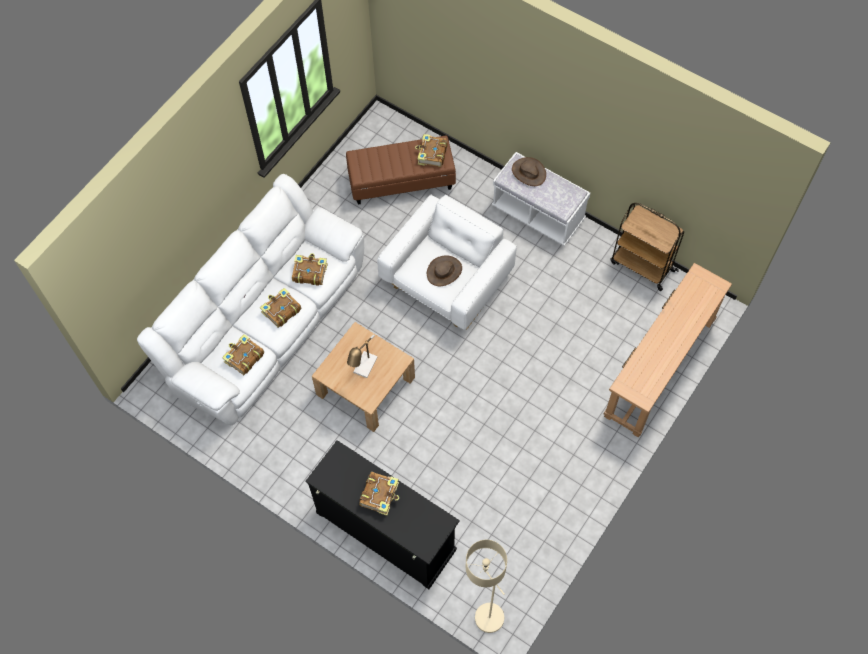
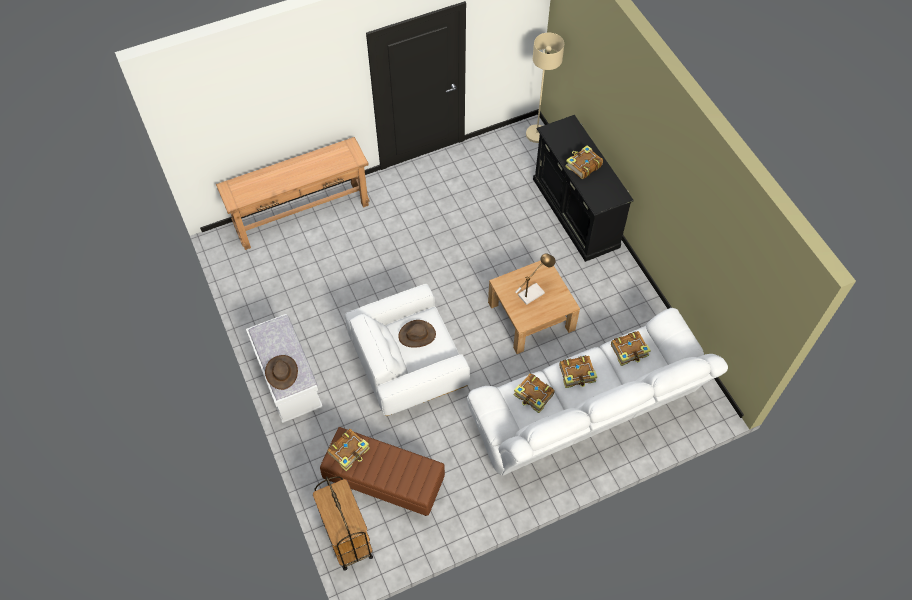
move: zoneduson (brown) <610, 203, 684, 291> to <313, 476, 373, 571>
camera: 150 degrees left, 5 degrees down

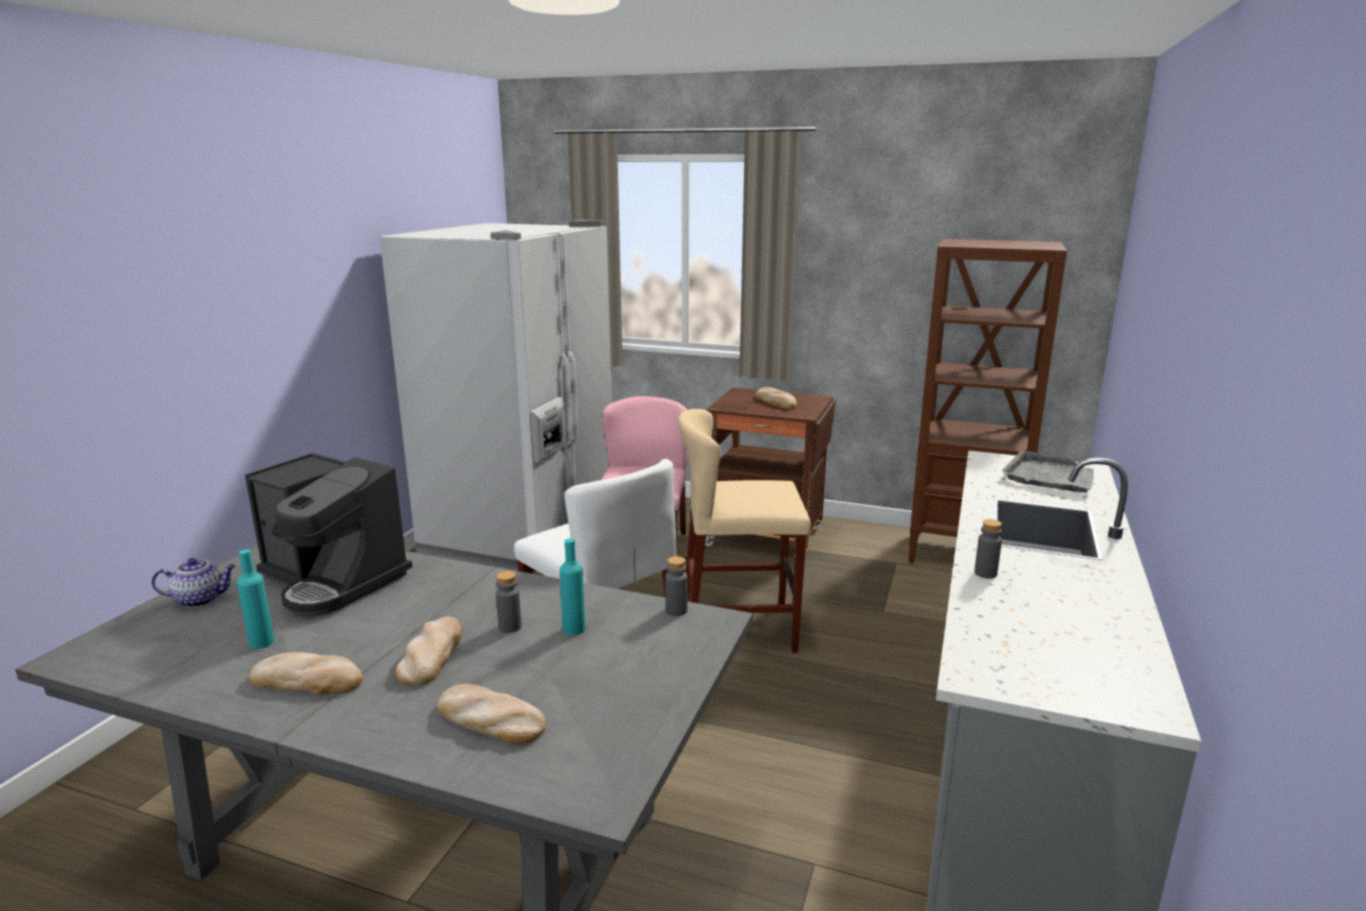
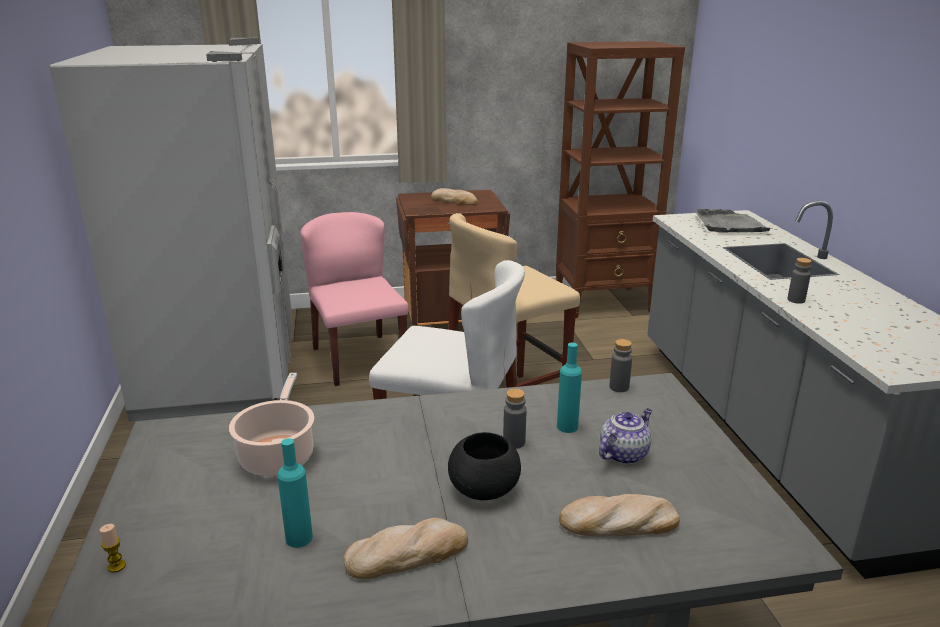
insert: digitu <100, 524, 126, 573>
move: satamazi <152, 558, 236, 607> to <599, 408, 652, 465>
replace: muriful <245, 453, 412, 617> to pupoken <229, 373, 314, 476>; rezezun <396, 616, 462, 686> to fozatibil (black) <448, 432, 521, 500>
camera: 30 degrees left, 5 degrees up

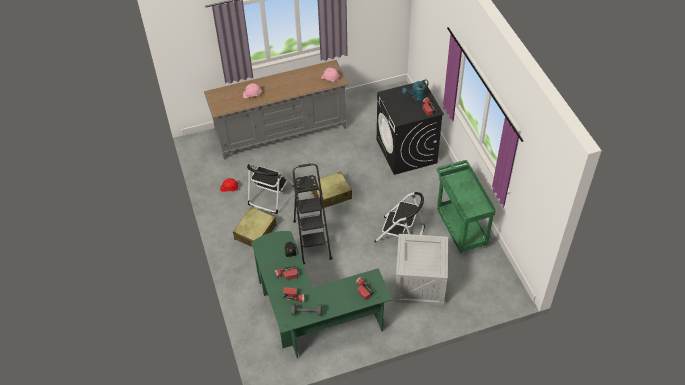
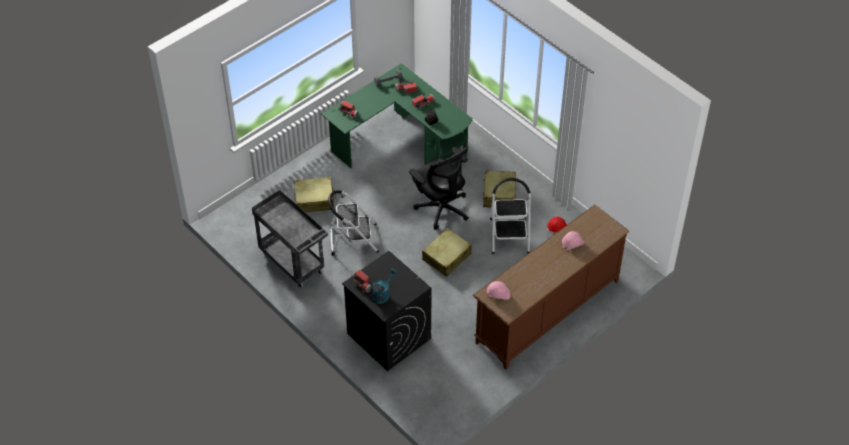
replace: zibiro <293, 163, 333, 265> to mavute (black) <409, 147, 469, 230>; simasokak <395, 234, 448, 305> to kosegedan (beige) <294, 177, 336, 212>
recolor: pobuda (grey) <204, 60, 349, 160> to pobuda (brown) <473, 205, 630, 370>; zoneduson (green) <437, 160, 496, 254> to zoneduson (grey) <252, 190, 328, 288>
camera: 155 degrees right, 0 degrees up

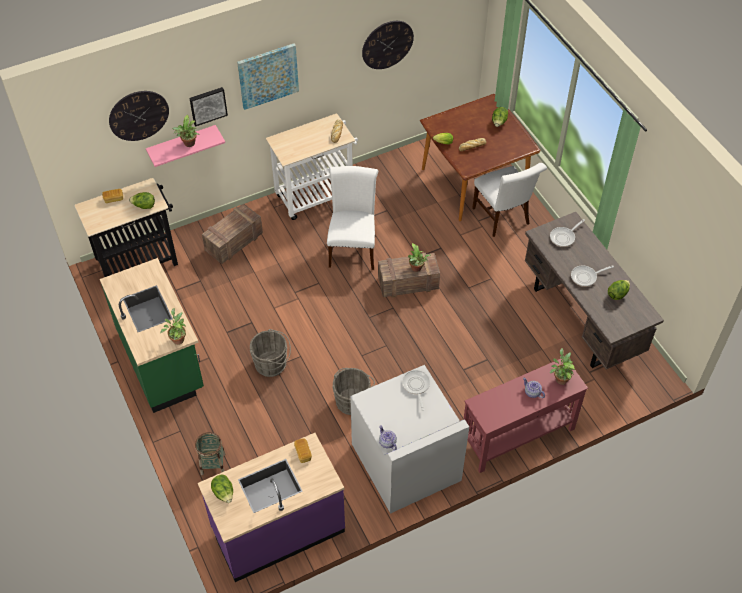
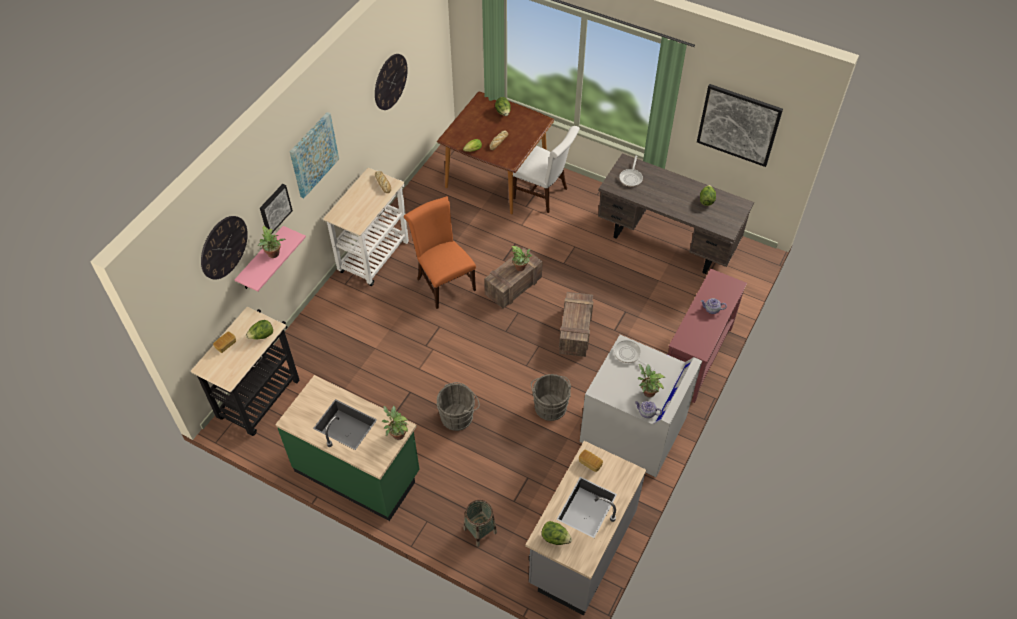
delete: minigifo <571, 265, 614, 287>
insert: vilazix <697, 84, 783, 167>
move: simasokak <202, 203, 263, 264> to <559, 292, 594, 357>; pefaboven <550, 348, 575, 385> to <638, 364, 665, 398>
recolor: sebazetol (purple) <198, 433, 345, 582> to sebazetol (grey) <525, 441, 646, 616>; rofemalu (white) <327, 166, 378, 270> to rofemalu (orange) <404, 196, 476, 309>
camera: 35 degrees left, 0 degrees up

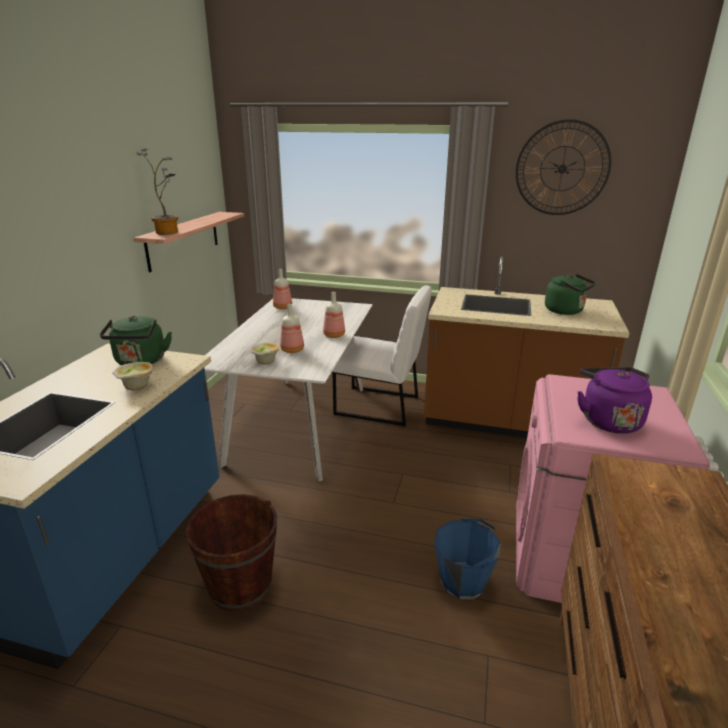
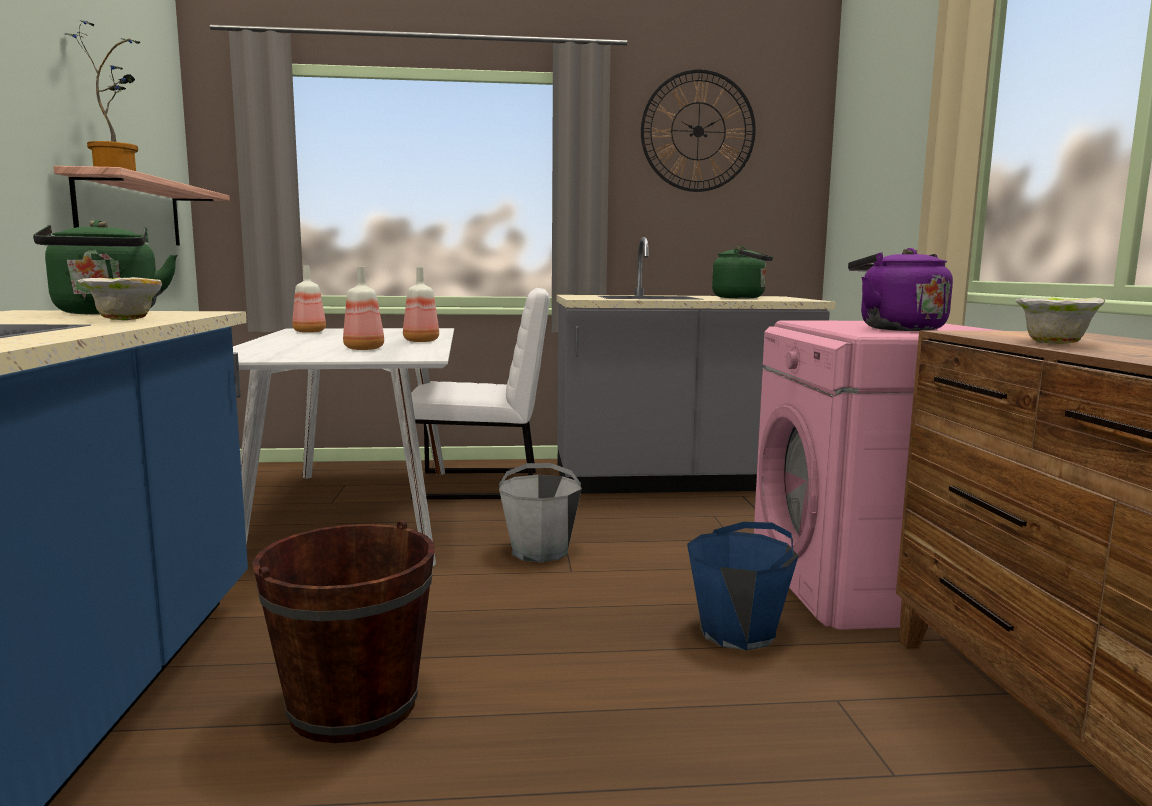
insert: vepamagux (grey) <499, 463, 582, 562>
move: fozatibil <251, 342, 279, 364> to <1015, 298, 1106, 344>
recolor: sebazetol (brown) <424, 256, 629, 438> to sebazetol (grey) <556, 237, 836, 494>
camera: 20 degrees left, 15 degrees down

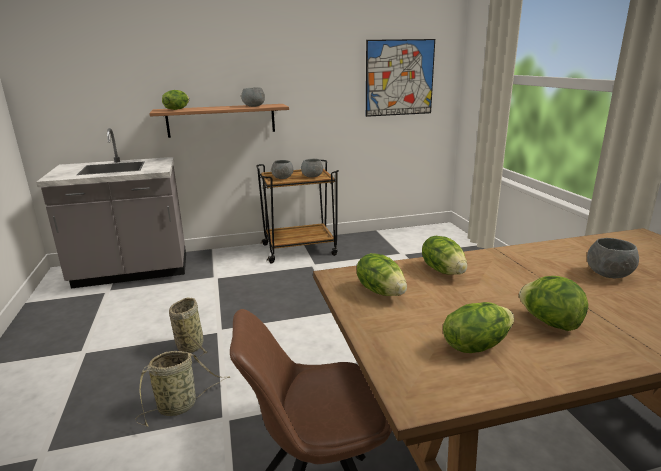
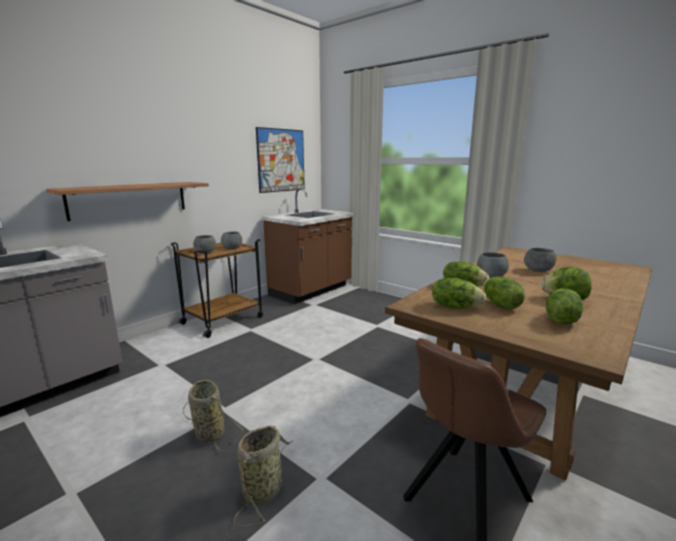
insert: sebazetol (brown) <263, 188, 353, 304>
move: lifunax <162, 90, 189, 110> to <483, 276, 525, 309>; fozatibil (grey) <241, 88, 265, 107> to <477, 252, 509, 278>
camera: 35 degrees left, 5 degrees down

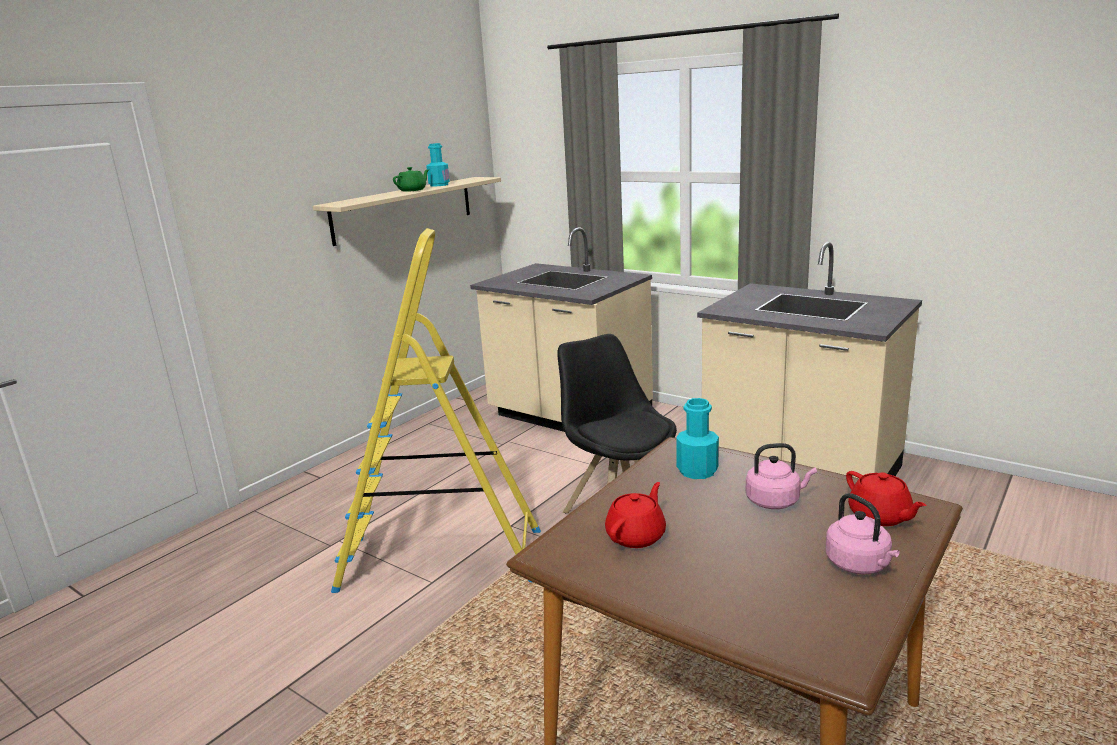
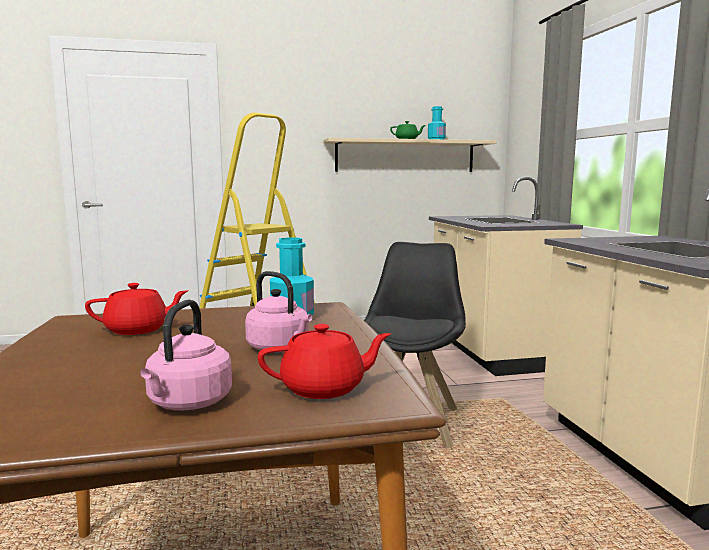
rotate: satamazi (red) <846, 471, 926, 526> = <257, 324, 391, 399> 120 degrees counterclockwise
camera: 40 degrees right, 10 degrees down

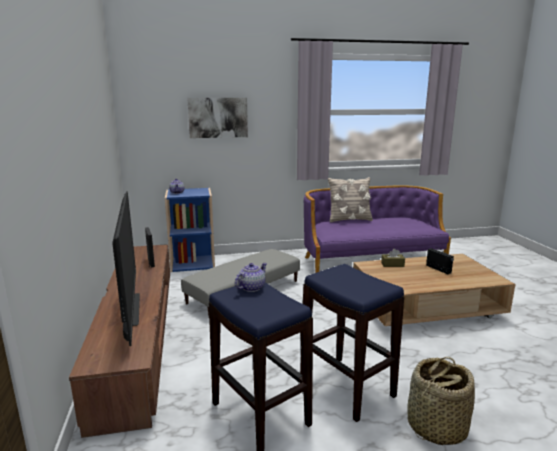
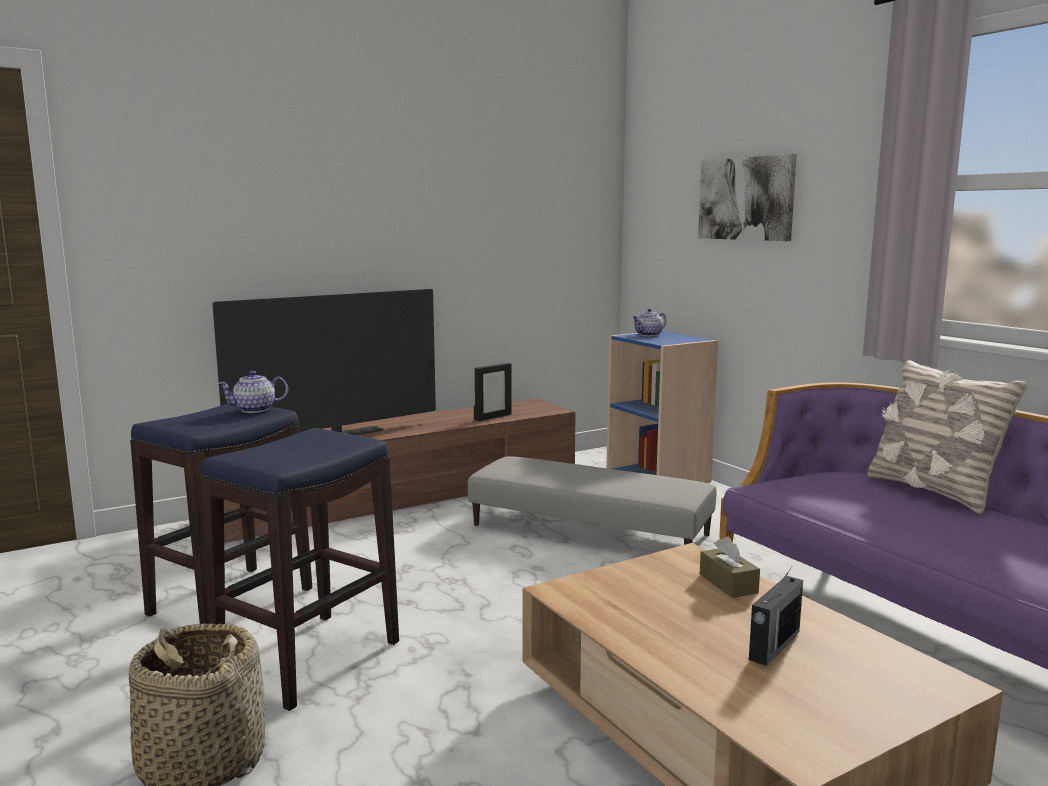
rotate: satamazi <235, 263, 267, 292> = <217, 371, 288, 413> 135 degrees clockwise
camera: 70 degrees right, 5 degrees down

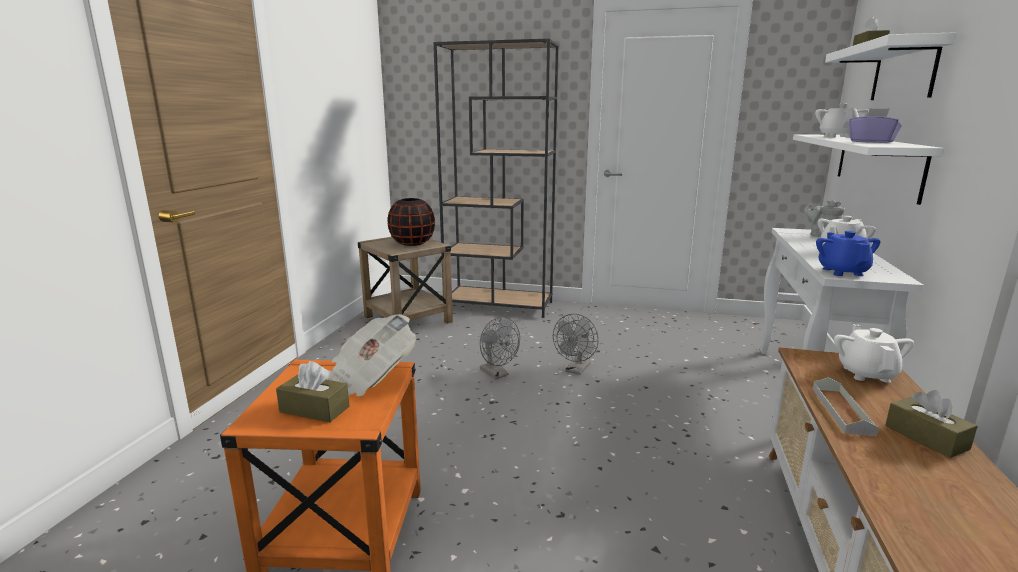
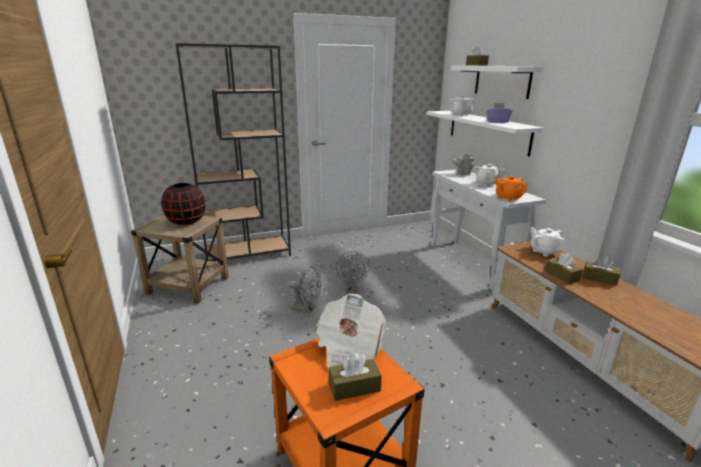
replace: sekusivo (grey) <813, 377, 879, 436> to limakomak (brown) <545, 253, 583, 284>
recolor: satamazi (blue) <816, 231, 881, 276> to satamazi (orange) <495, 176, 527, 201>
camera: 35 degrees left, 5 degrees up

